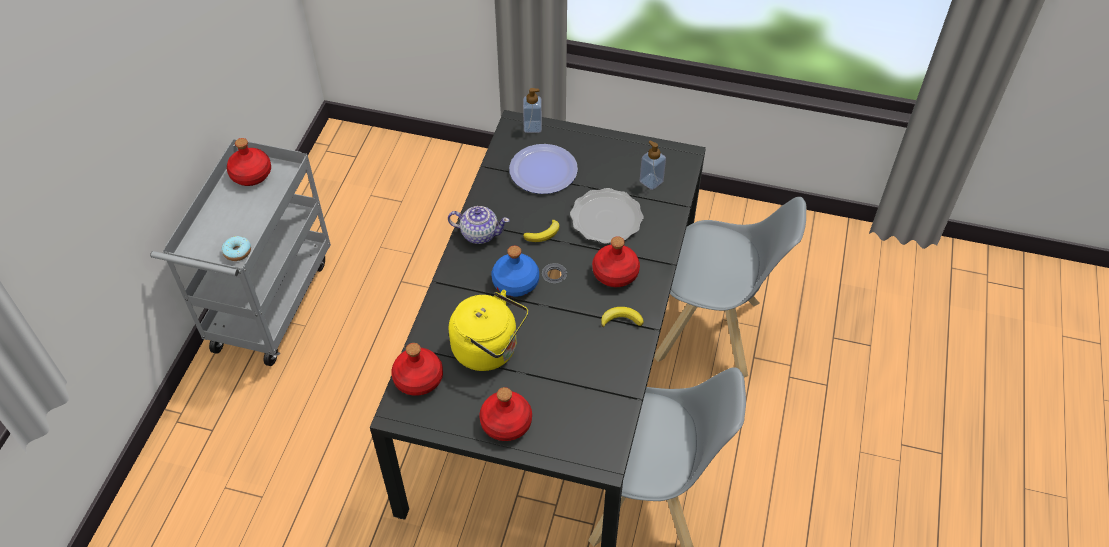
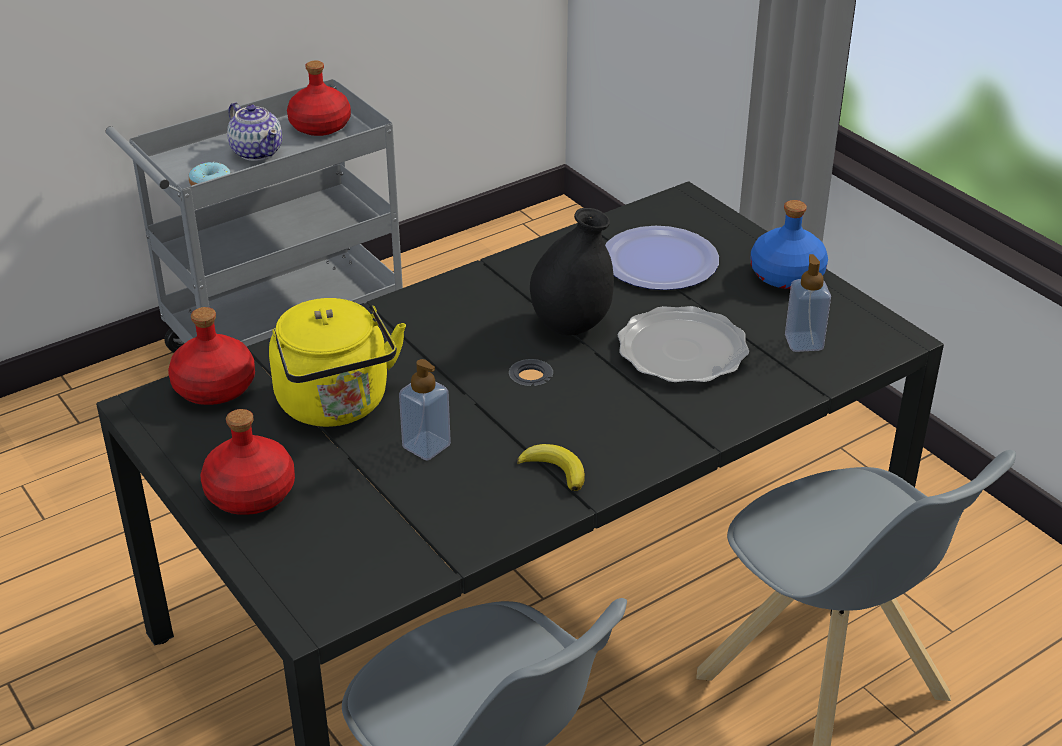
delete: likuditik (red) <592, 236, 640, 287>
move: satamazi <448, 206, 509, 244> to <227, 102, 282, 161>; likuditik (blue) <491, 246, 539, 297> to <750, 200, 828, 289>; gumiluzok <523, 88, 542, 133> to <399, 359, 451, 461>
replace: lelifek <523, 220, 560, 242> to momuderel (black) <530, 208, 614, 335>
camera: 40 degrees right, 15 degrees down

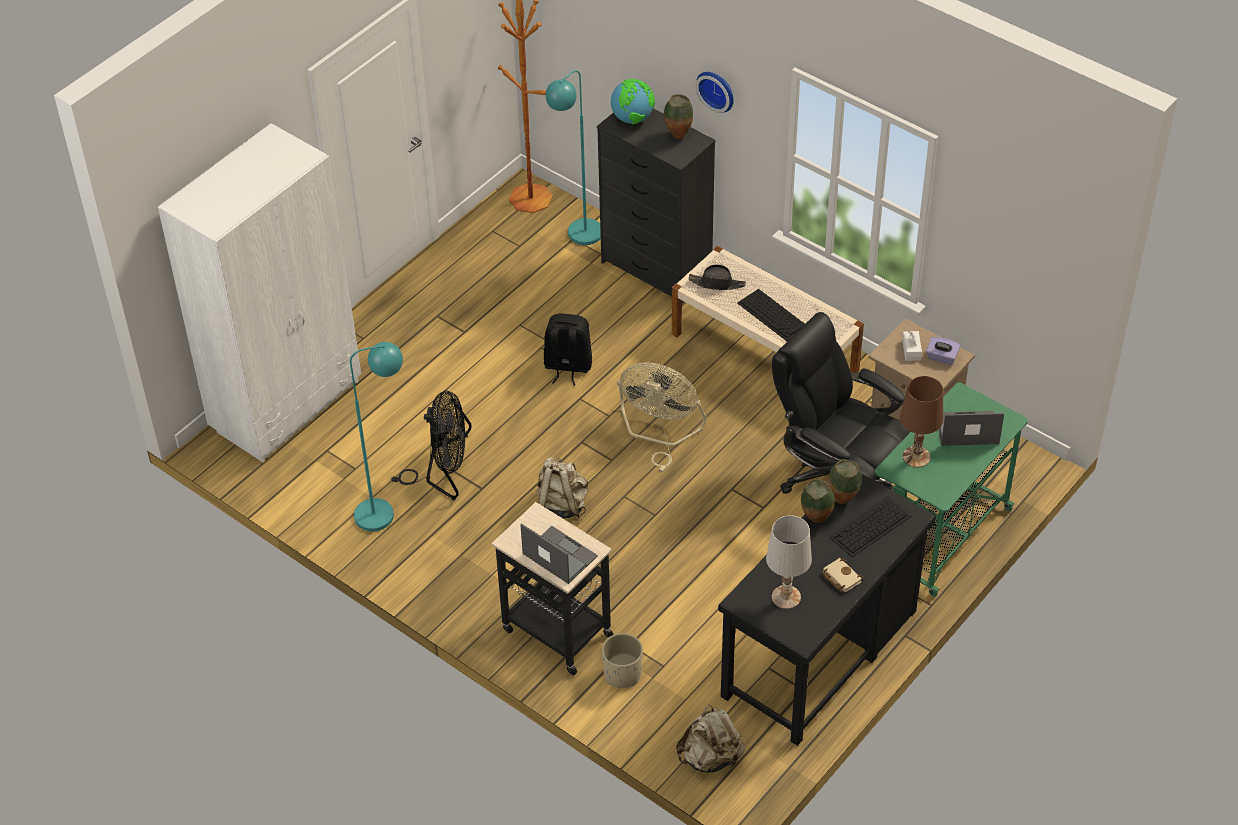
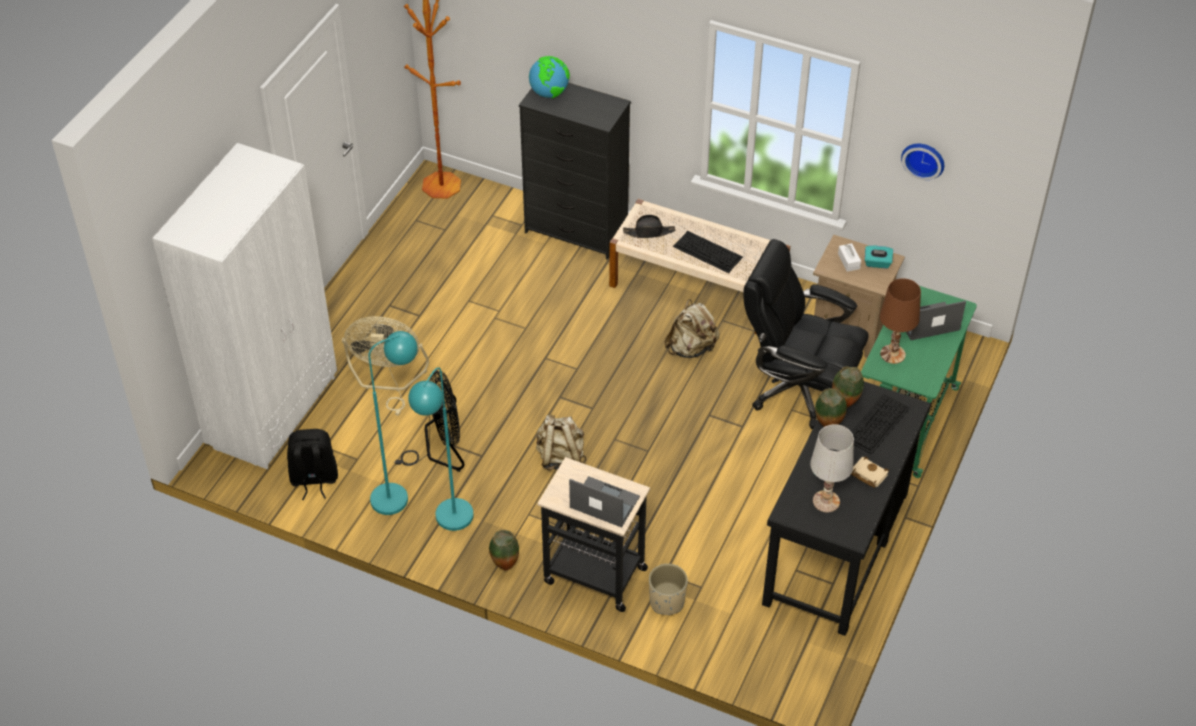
move: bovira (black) <544, 313, 592, 386> to <287, 429, 338, 500>; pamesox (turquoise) <545, 70, 601, 245> to <408, 367, 474, 531>; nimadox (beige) <617, 363, 706, 472> to <342, 316, 429, 416>; momuderel <664, 94, 693, 139> to <489, 530, 519, 571>; bovira (beige) <676, 704, 745, 773> to <664, 299, 720, 358>; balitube <695, 72, 734, 113> to <901, 144, 944, 180>
recolor: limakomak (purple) <926, 337, 960, 365> to limakomak (turquoise) <865, 246, 893, 268>
camera: 15 degrees left, 0 degrees up

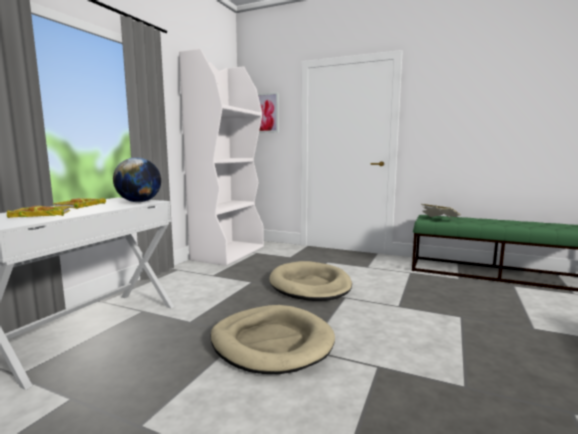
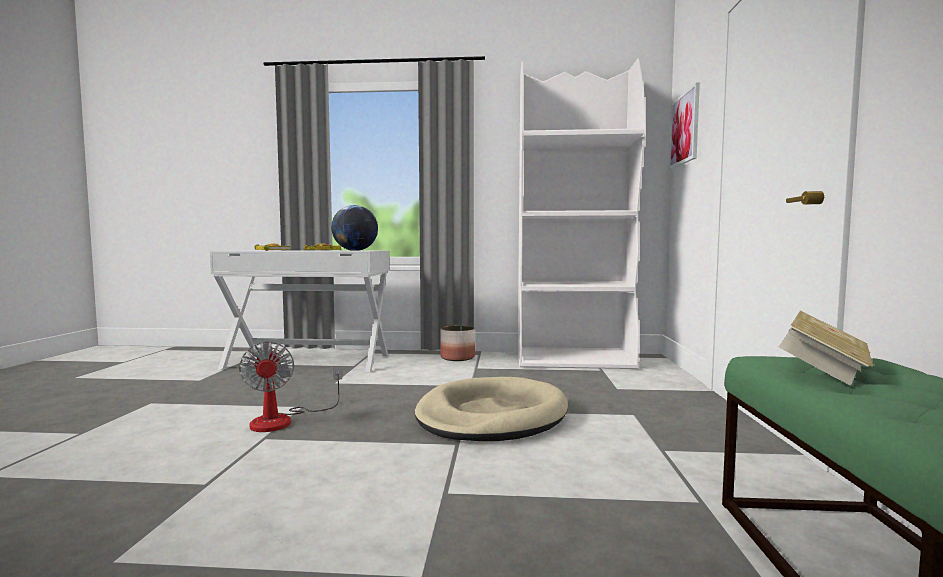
insert: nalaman <440, 325, 475, 361>
replace: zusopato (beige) <210, 305, 335, 374> to nimadox <239, 342, 342, 432>
camera: 70 degrees right, 5 degrees down

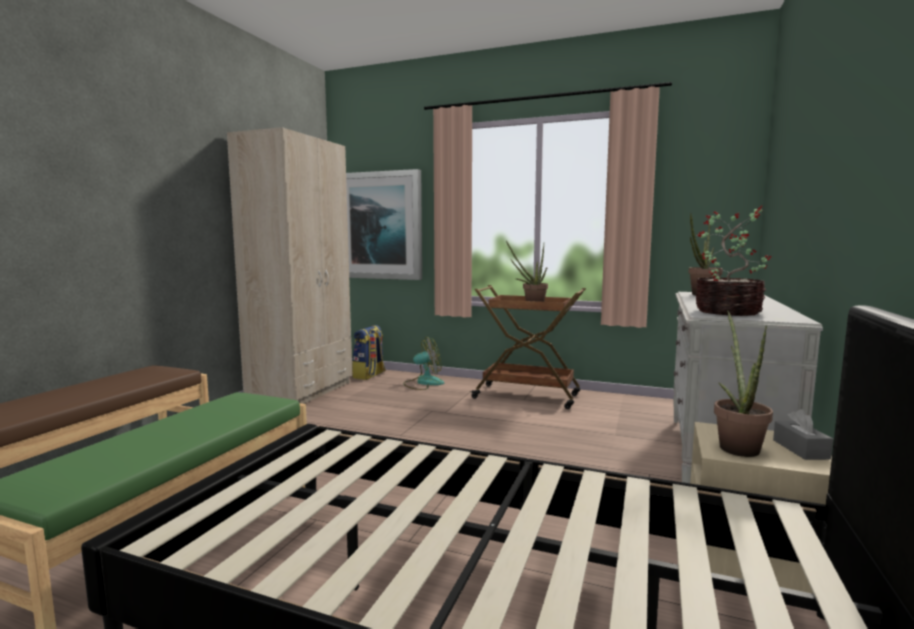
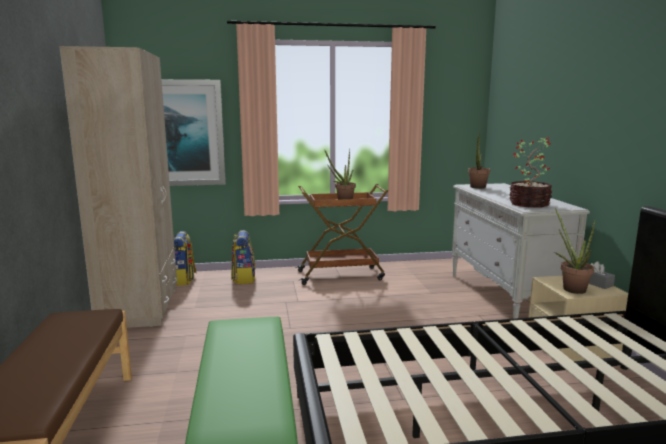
replace: nimadox <403, 337, 444, 390> to bovira <231, 230, 255, 284>
camera: 30 degrees left, 5 degrees up

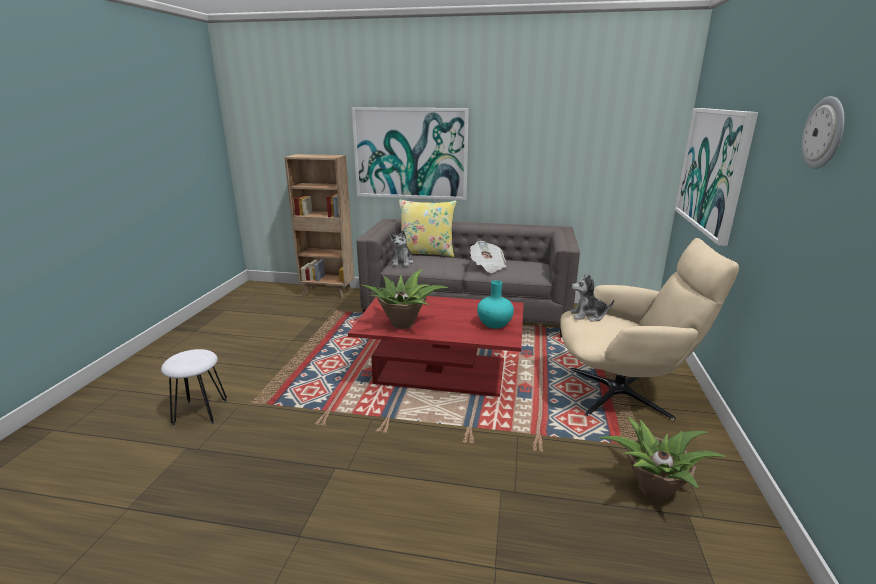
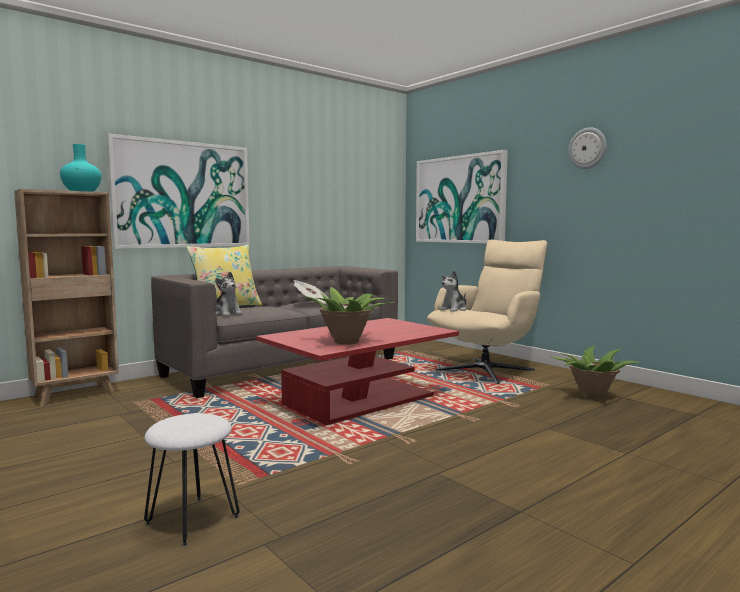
move: momuderel (turquoise) <477, 280, 514, 329> to <60, 144, 101, 192>
camera: 50 degrees left, 15 degrees down

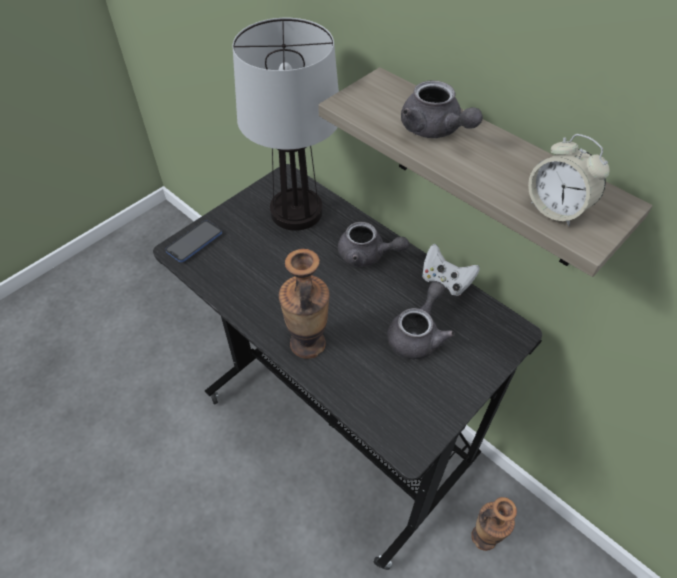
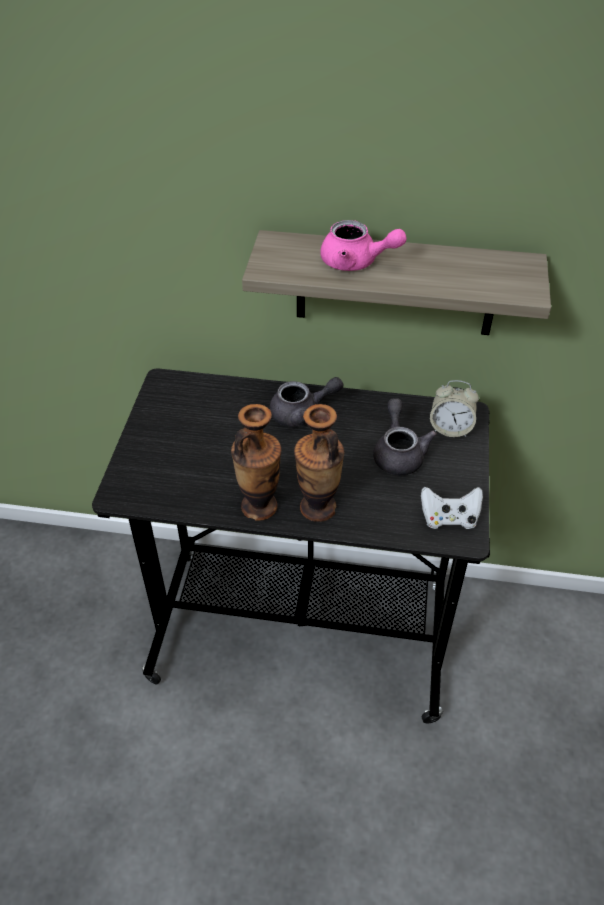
delete: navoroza <165, 221, 222, 262>; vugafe <232, 18, 339, 231>
move: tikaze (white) <422, 244, 480, 296> to <421, 487, 483, 529>; momuderel <471, 497, 517, 551> to <231, 404, 281, 520>; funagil <528, 134, 610, 227> to <430, 380, 479, 437>
recolor: satamazi (grey) <401, 81, 483, 138> to satamazi (pink) <320, 220, 407, 271>
camera: 35 degrees left, 5 degrees down

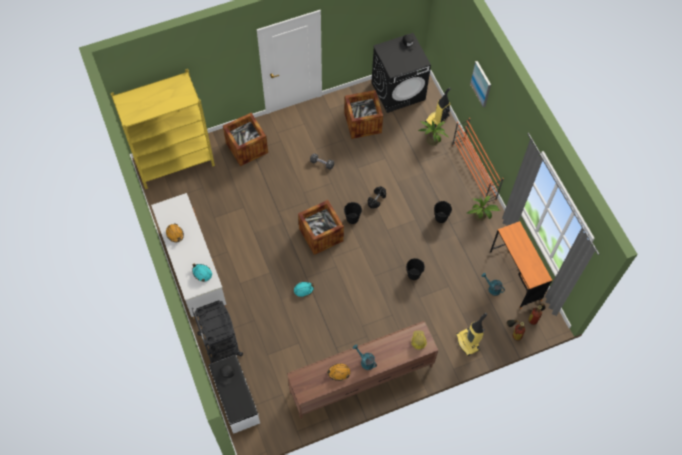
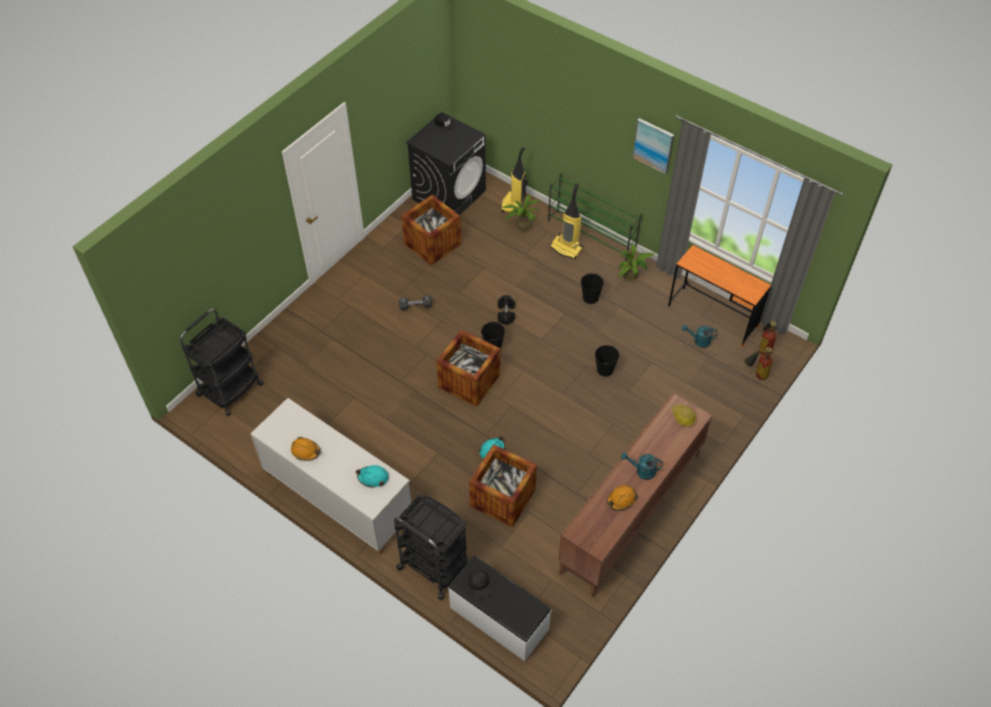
move: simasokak <223, 113, 268, 166> to <469, 444, 537, 527>; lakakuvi <456, 313, 487, 356> to <550, 183, 583, 259>; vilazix <470, 61, 491, 107> to <632, 118, 674, 174>
replace: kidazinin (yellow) <111, 69, 215, 189> to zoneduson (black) <180, 308, 264, 416>
recolor: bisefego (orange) <452, 118, 504, 202> to bisefego (green) <548, 173, 642, 261>
camera: 30 degrees left, 10 degrees down

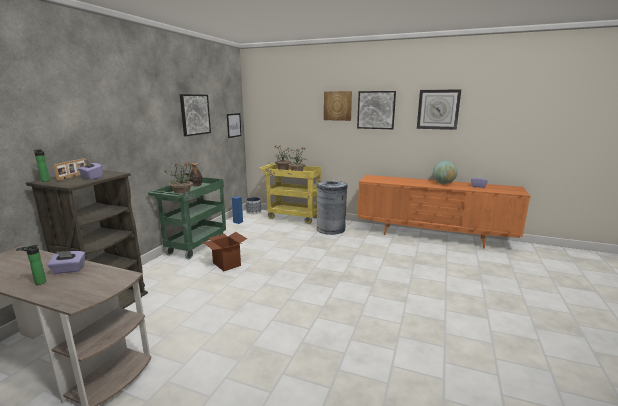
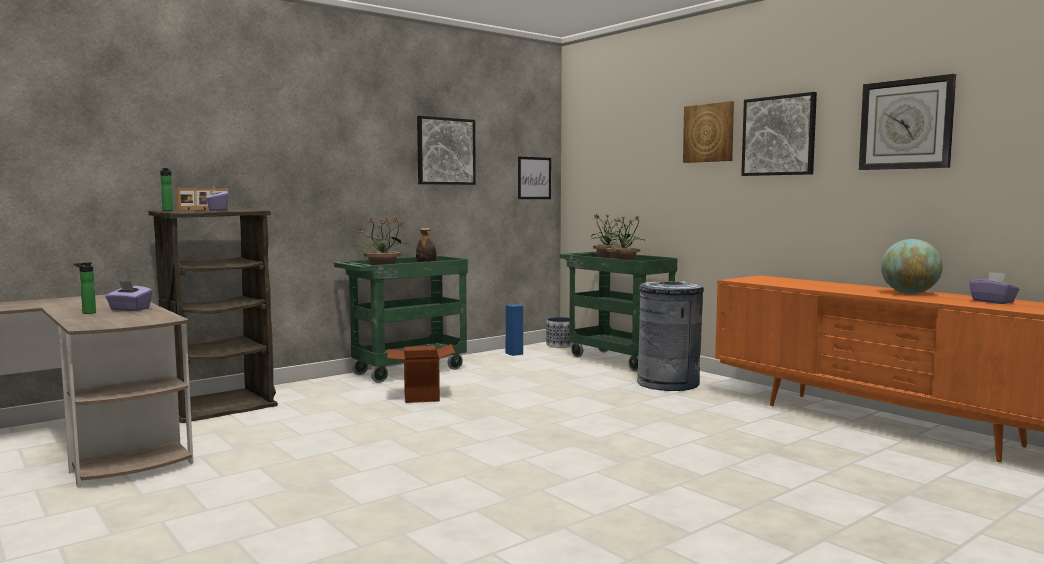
recolor: zoneduson (yellow) <259, 164, 322, 224> to zoneduson (green) <560, 251, 677, 372>
camera: 30 degrees right, 10 degrees down

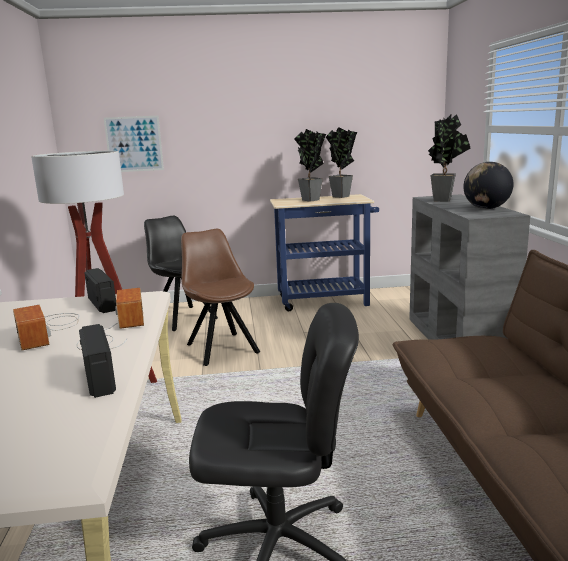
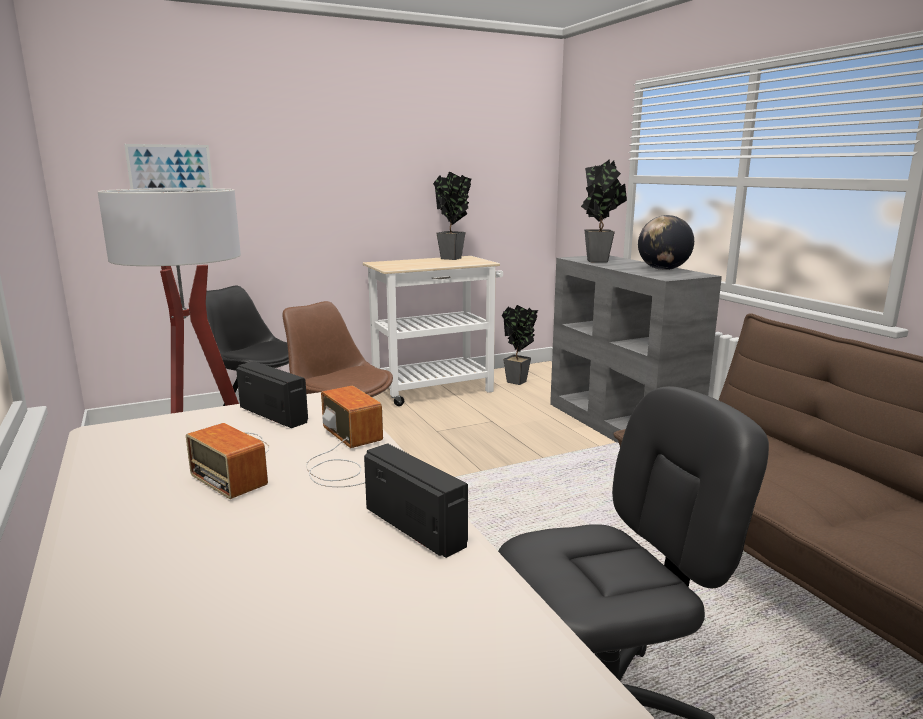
move: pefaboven <294, 129, 326, 202> to <501, 305, 538, 385>
recolor: zoneduson (blue) <270, 194, 379, 311> to zoneduson (white) <363, 256, 503, 406>
camera: 20 degrees left, 0 degrees up

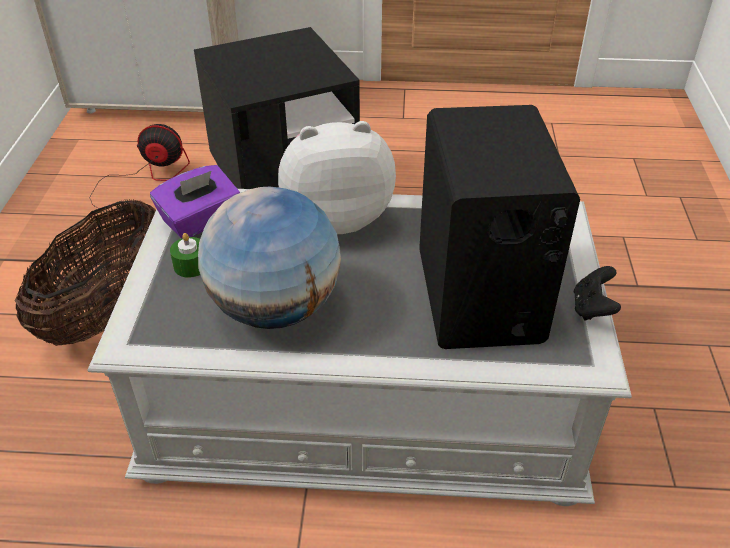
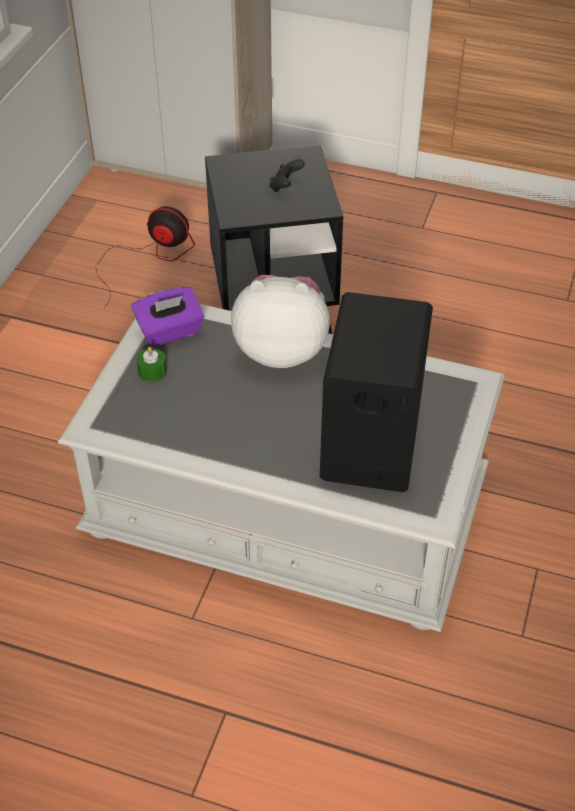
delete: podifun <15, 199, 156, 346>; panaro <198, 187, 341, 329>
move: tikaze (black) <574, 266, 621, 320> to <269, 159, 305, 192>
camera: 15 degrees right, 5 degrees up

